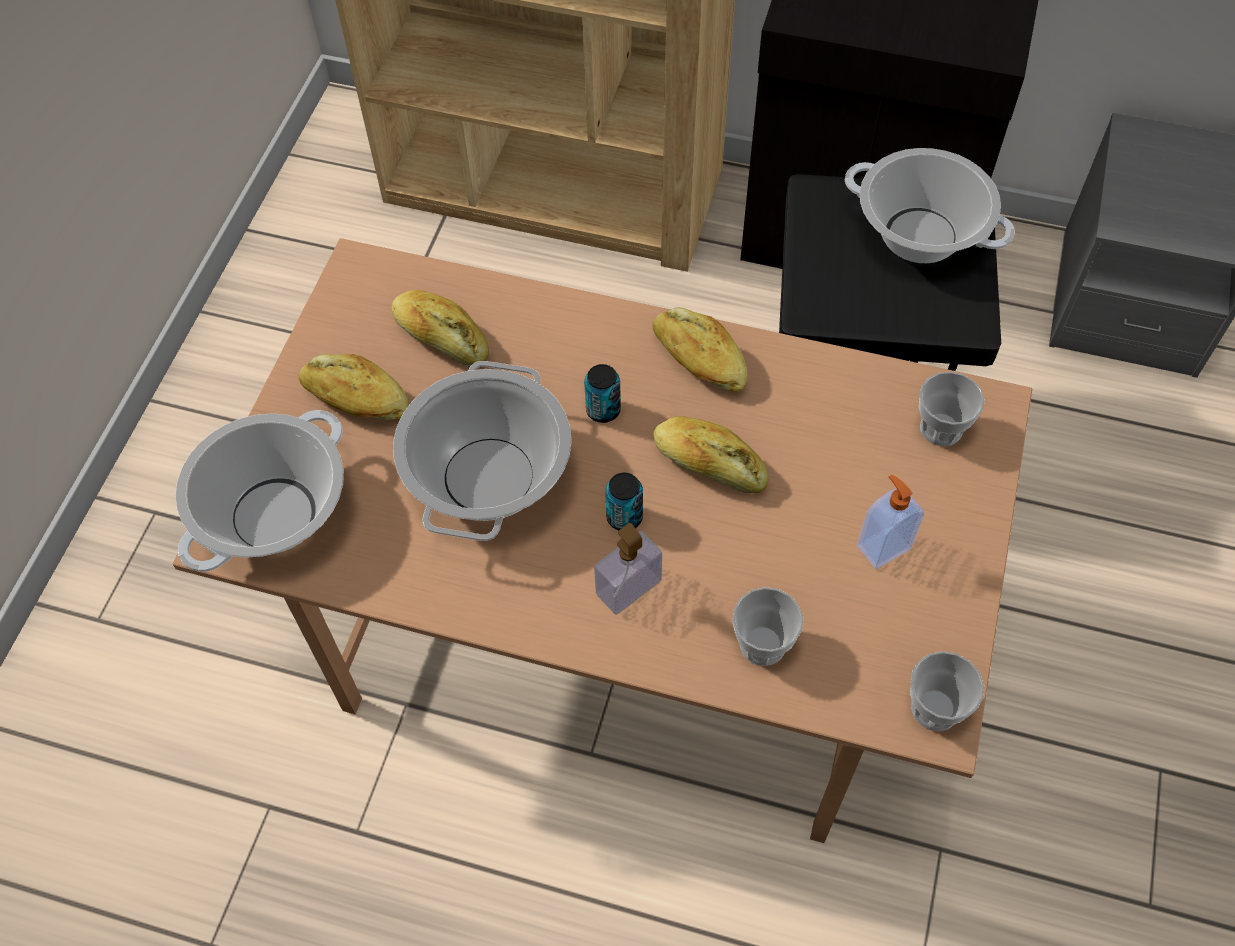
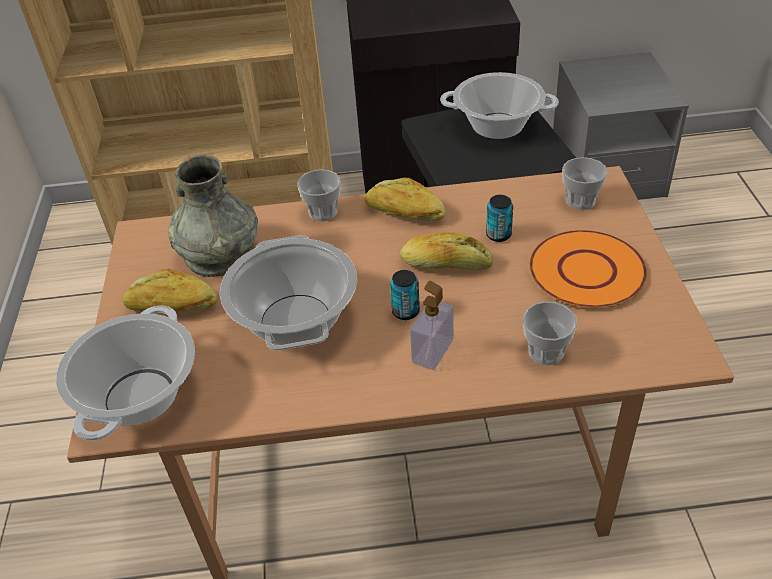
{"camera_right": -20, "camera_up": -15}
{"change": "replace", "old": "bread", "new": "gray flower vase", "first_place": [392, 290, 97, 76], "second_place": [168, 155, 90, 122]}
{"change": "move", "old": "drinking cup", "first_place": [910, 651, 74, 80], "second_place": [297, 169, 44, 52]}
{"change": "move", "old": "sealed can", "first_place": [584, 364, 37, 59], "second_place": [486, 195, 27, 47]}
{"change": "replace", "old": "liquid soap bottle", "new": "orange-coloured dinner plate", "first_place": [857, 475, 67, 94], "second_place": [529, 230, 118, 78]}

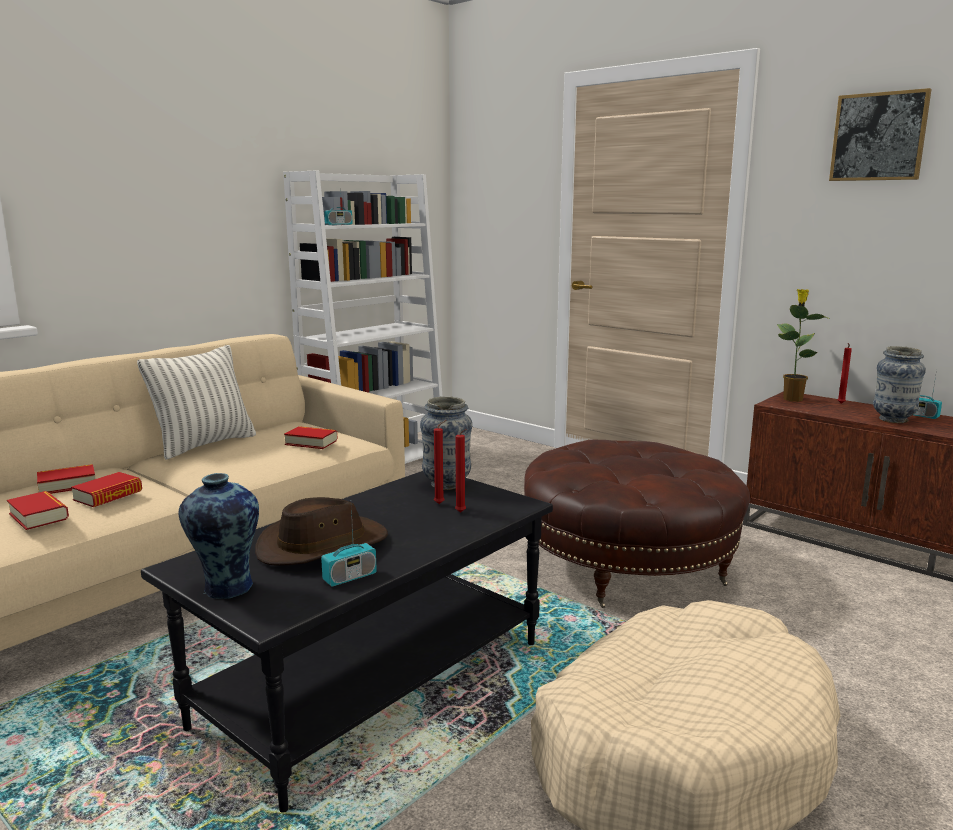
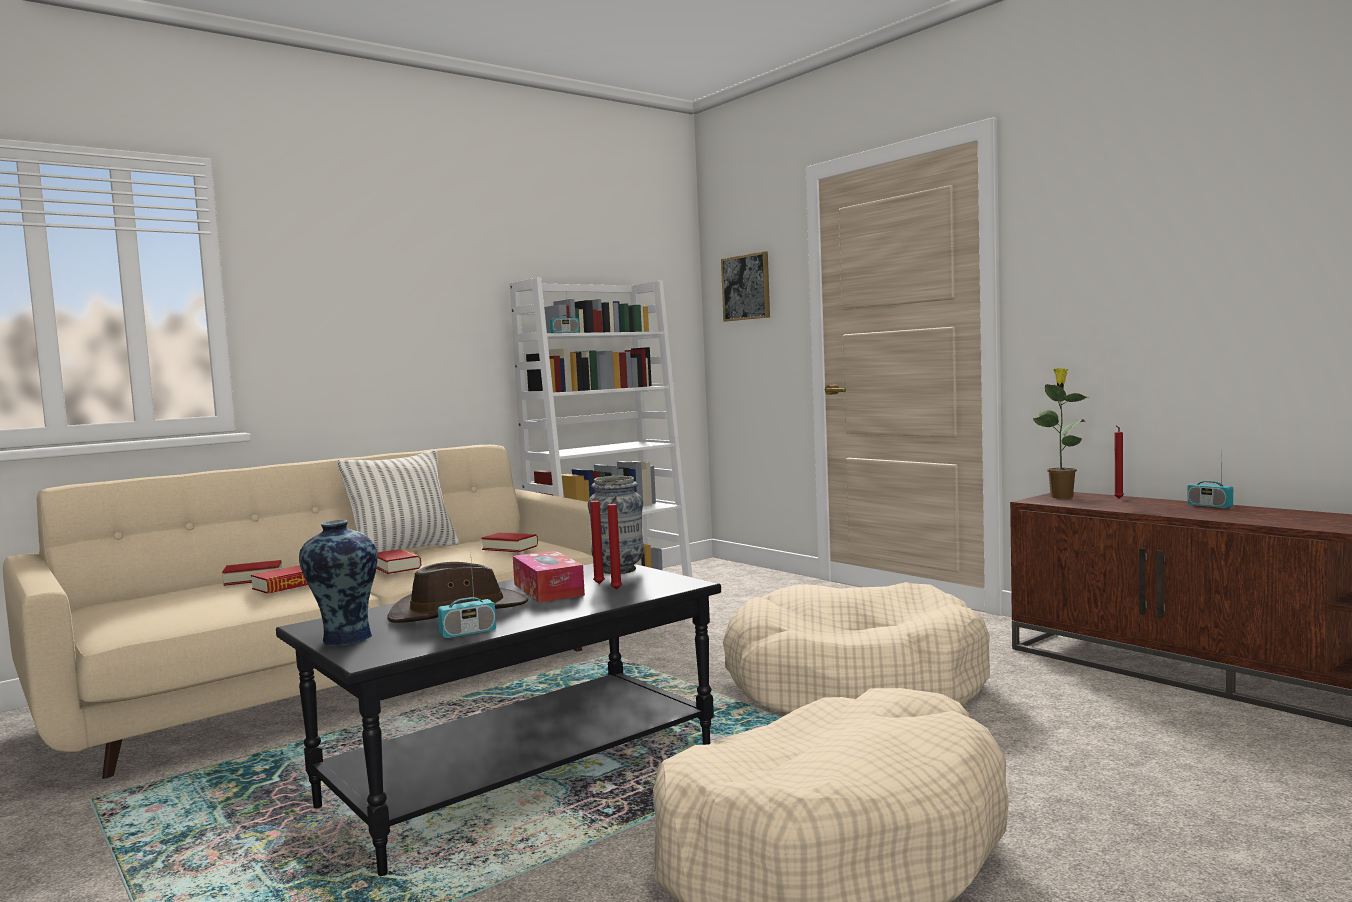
{"camera_right": 10, "camera_up": -10}
{"change": "move", "old": "book", "first_place": [7, 491, 62, 39], "second_place": [376, 549, 46, 25]}
{"change": "insert", "new": "tissue box", "second_place": [513, 550, 72, 53]}
{"change": "move", "old": "wall art", "first_place": [829, 88, 103, 93], "second_place": [721, 251, 49, 71]}
{"change": "replace", "old": "brown-coloured ottoman", "new": "sand-coloured dog bed", "first_place": [524, 440, 226, 168], "second_place": [723, 582, 267, 131]}
{"change": "delete", "old": "flower vase", "first_place": [873, 346, 53, 77]}

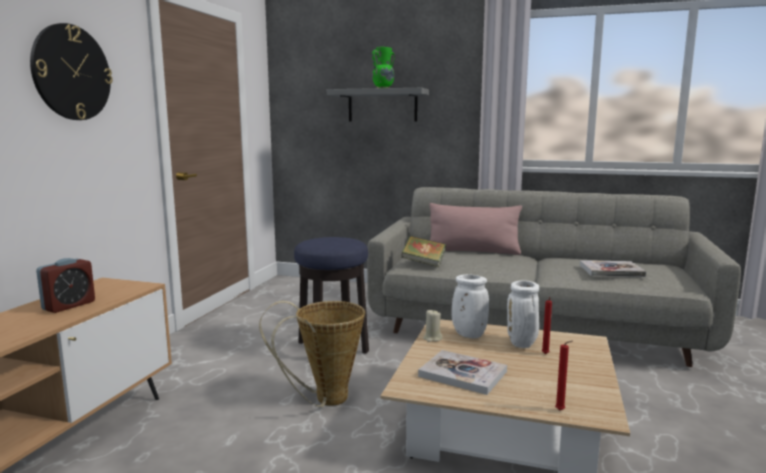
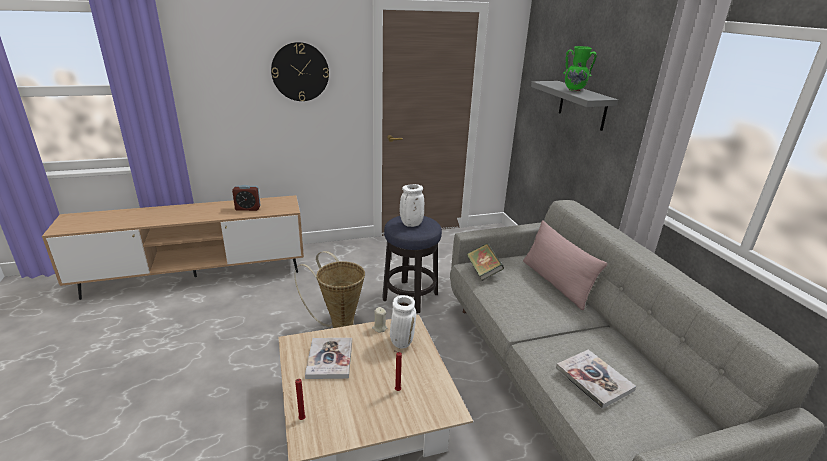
{"camera_right": 55, "camera_up": 15}
{"change": "move", "old": "white flower vase", "first_place": [507, 280, 32, 68], "second_place": [400, 184, 24, 43]}

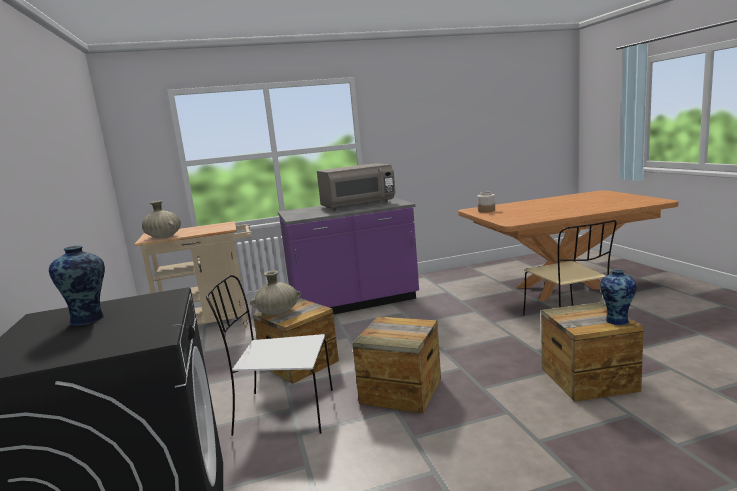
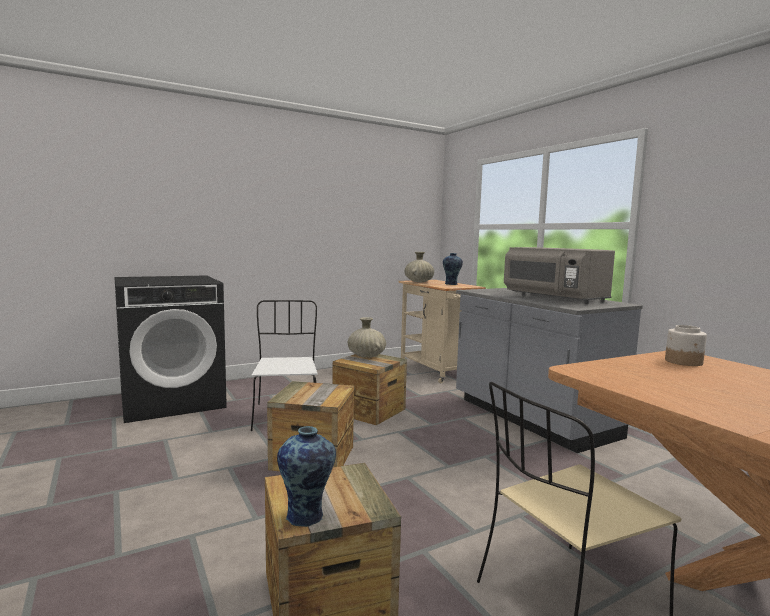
{"camera_right": 75, "camera_up": -5}
{"change": "move", "old": "flower vase", "first_place": [49, 245, 56, 81], "second_place": [443, 253, 20, 32]}
{"change": "recolor", "old": "purple kitchen counter", "new": "gray kitchen counter", "first_place": [278, 197, 141, 118], "second_place": [456, 288, 187, 165]}

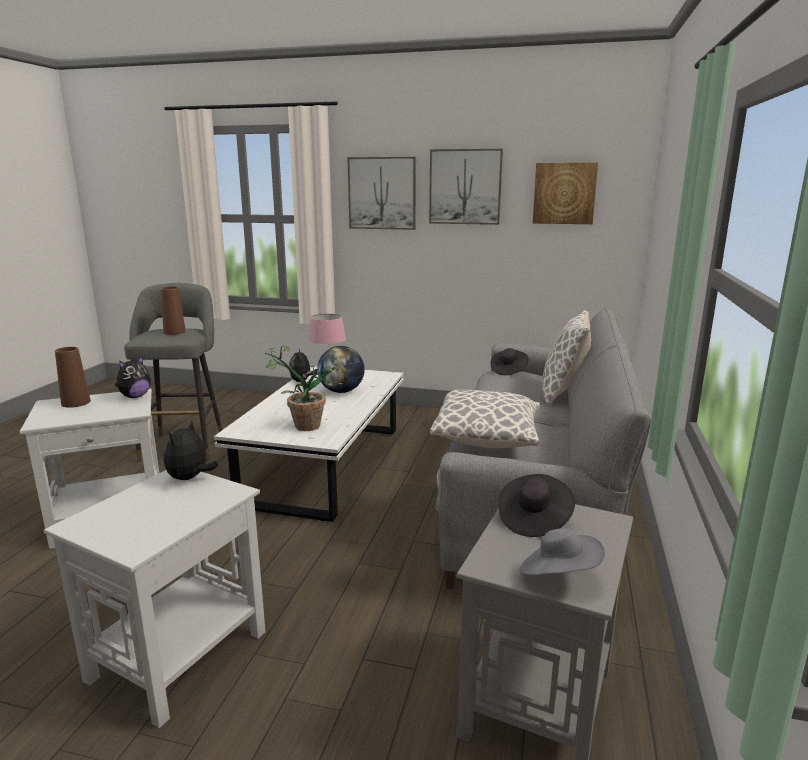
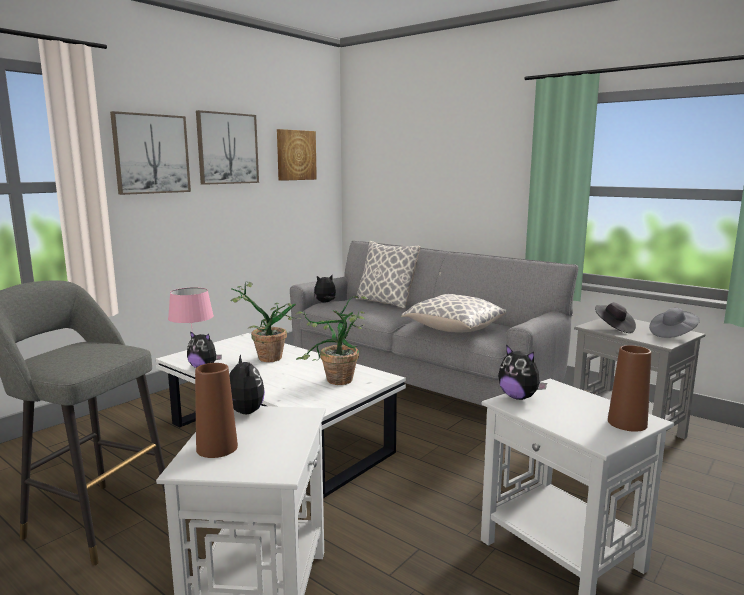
{"camera_right": -65, "camera_up": -5}
{"change": "replace", "old": "world globe", "new": "plant in a pot", "first_place": [317, 346, 48, 47], "second_place": [231, 282, 70, 80]}
{"change": "replace", "old": "blackish wearable hat", "new": "plush toy", "first_place": [491, 348, 38, 27], "second_place": [314, 275, 22, 27]}
{"change": "move", "old": "brown-coloured flower vase", "first_place": [161, 287, 25, 48], "second_place": [608, 345, 43, 87]}

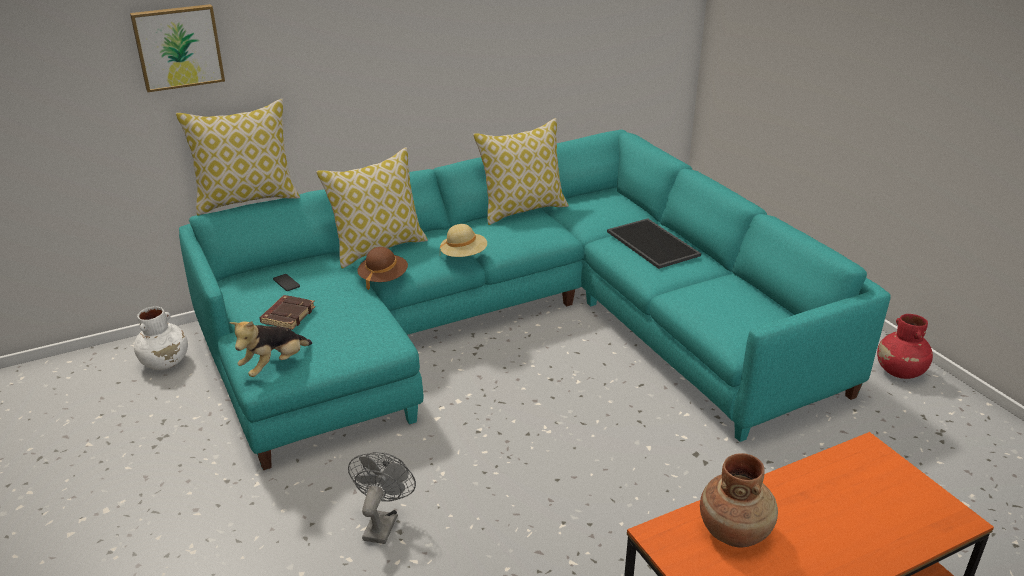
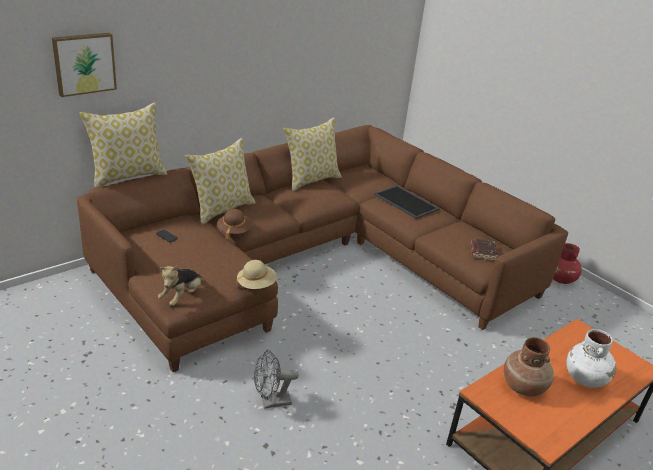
{"camera_right": -15, "camera_up": 0}
{"change": "recolor", "old": "blue-green settee", "new": "brown-coloured settee", "first_place": [179, 130, 712, 340], "second_place": [77, 125, 491, 247]}
{"change": "move", "old": "sand-coloured wearable hat", "first_place": [440, 224, 47, 33], "second_place": [237, 260, 40, 29]}
{"change": "rotate", "old": "gray fan", "first_place": [348, 452, 68, 92], "second_place": [254, 350, 45, 59], "degrees": -105}
{"change": "move", "old": "brown-coloured book", "first_place": [260, 295, 55, 35], "second_place": [471, 239, 27, 21]}
{"change": "move", "old": "white flower vase", "first_place": [134, 306, 54, 64], "second_place": [567, 329, 49, 59]}

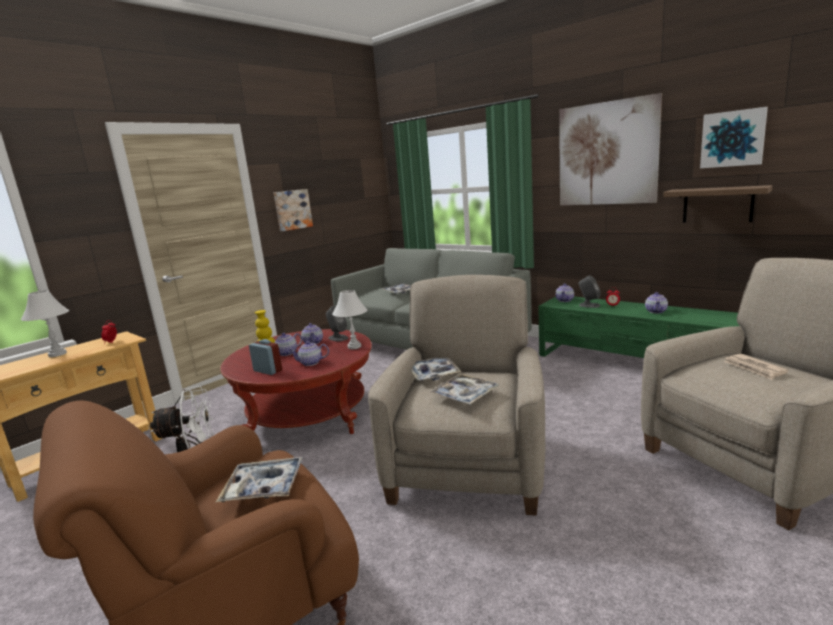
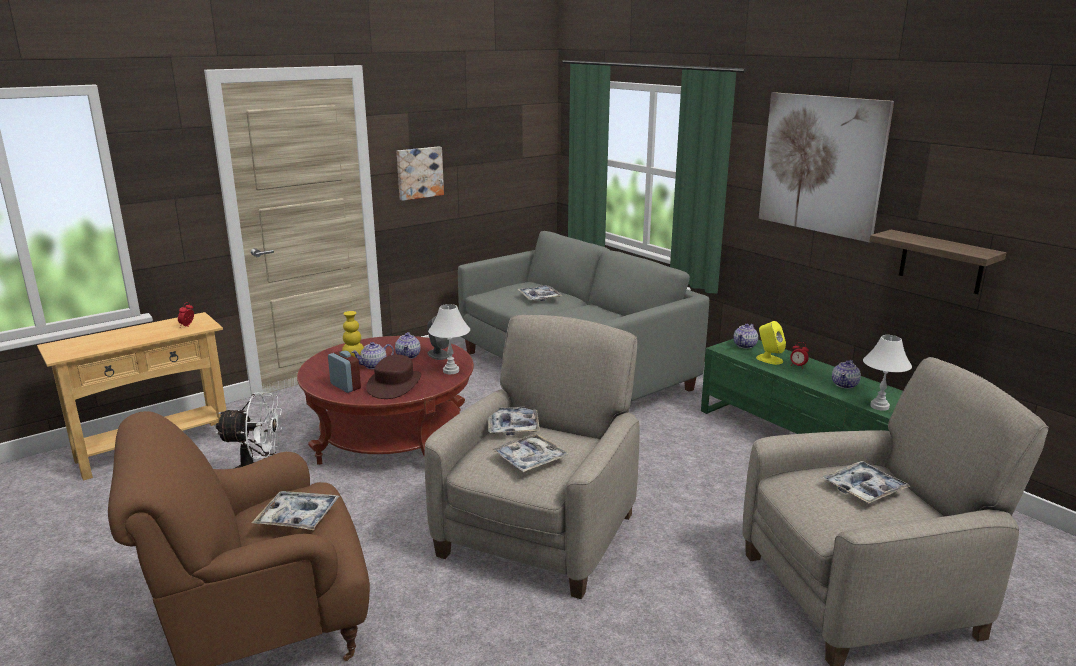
{"camera_right": 10, "camera_up": 5}
{"change": "replace", "old": "tea pot", "new": "brown-coloured wearable hat", "first_place": [288, 341, 41, 25], "second_place": [366, 355, 55, 44]}
{"change": "recolor", "old": "gray speaker", "new": "yellow speaker", "first_place": [578, 275, 22, 33], "second_place": [756, 321, 30, 44]}
{"change": "replace", "old": "printed paper", "new": "tray", "first_place": [724, 354, 65, 26], "second_place": [822, 461, 89, 42]}
{"change": "move", "old": "white lamp for a table", "first_place": [21, 290, 48, 67], "second_place": [863, 335, 49, 76]}
{"change": "delete", "old": "wall art", "first_place": [700, 107, 68, 61]}

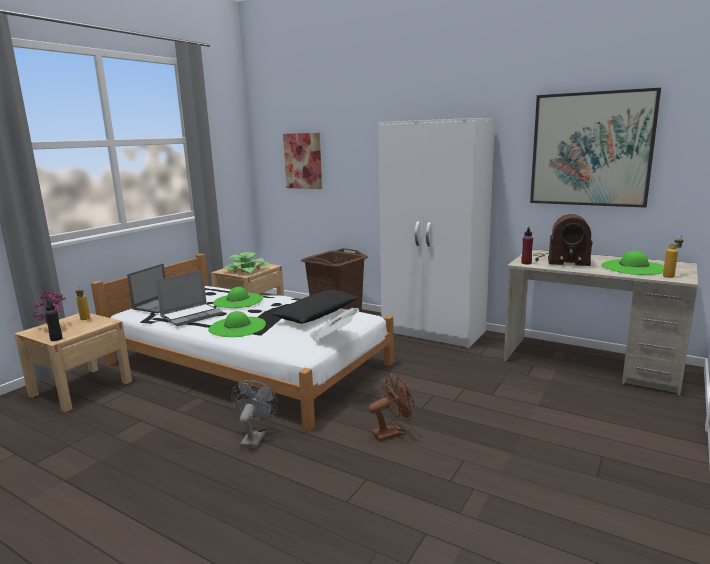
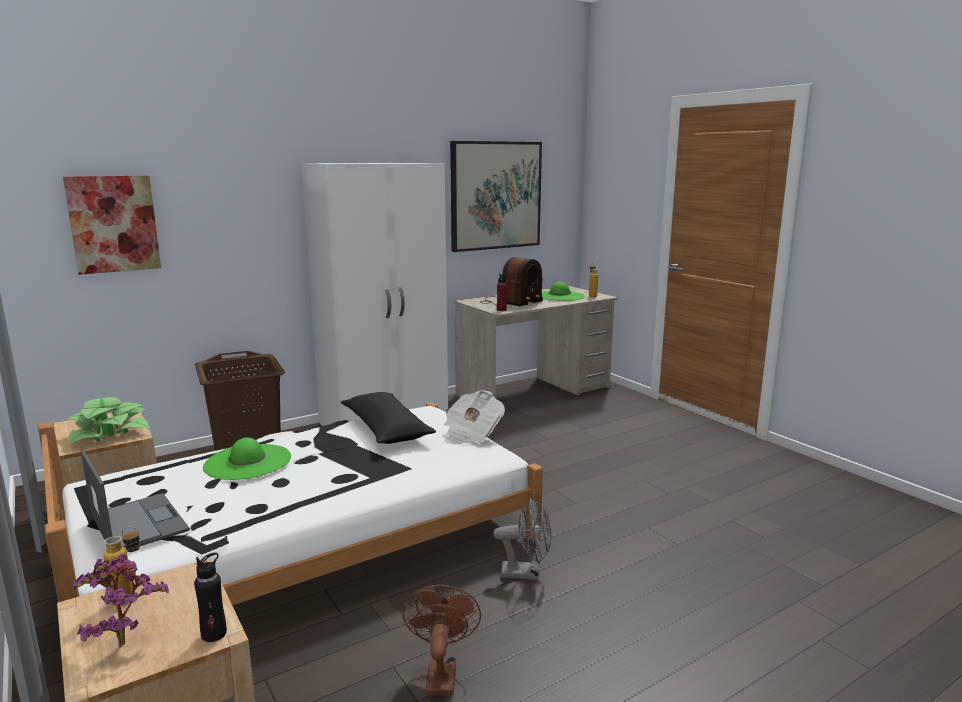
{"camera_right": -65, "camera_up": 0}
{"change": "move", "old": "brown-coloured fan", "first_place": [368, 374, 46, 67], "second_place": [402, 585, 79, 111]}
{"change": "rotate", "old": "gray fan", "first_place": [231, 380, 47, 68], "second_place": [493, 497, 59, 83], "degrees": 150}
{"change": "delete", "old": "laptop", "first_place": [156, 270, 67, 56]}
{"change": "delete", "old": "green-coloured wearable hat", "first_place": [208, 311, 58, 26]}

